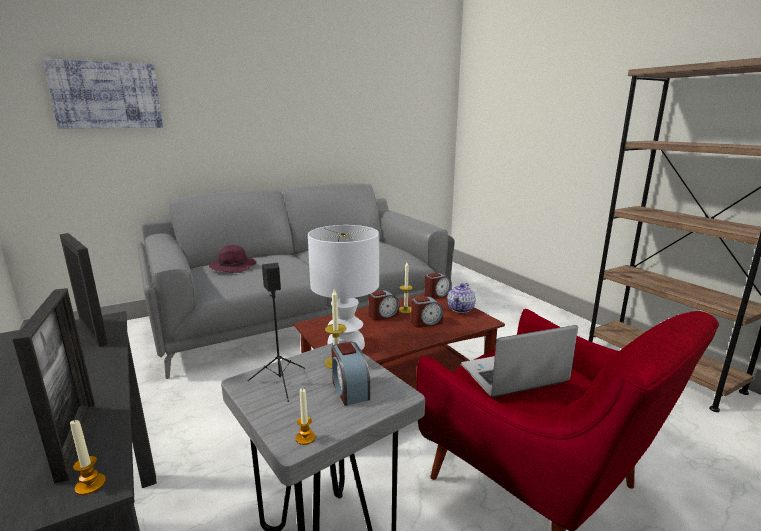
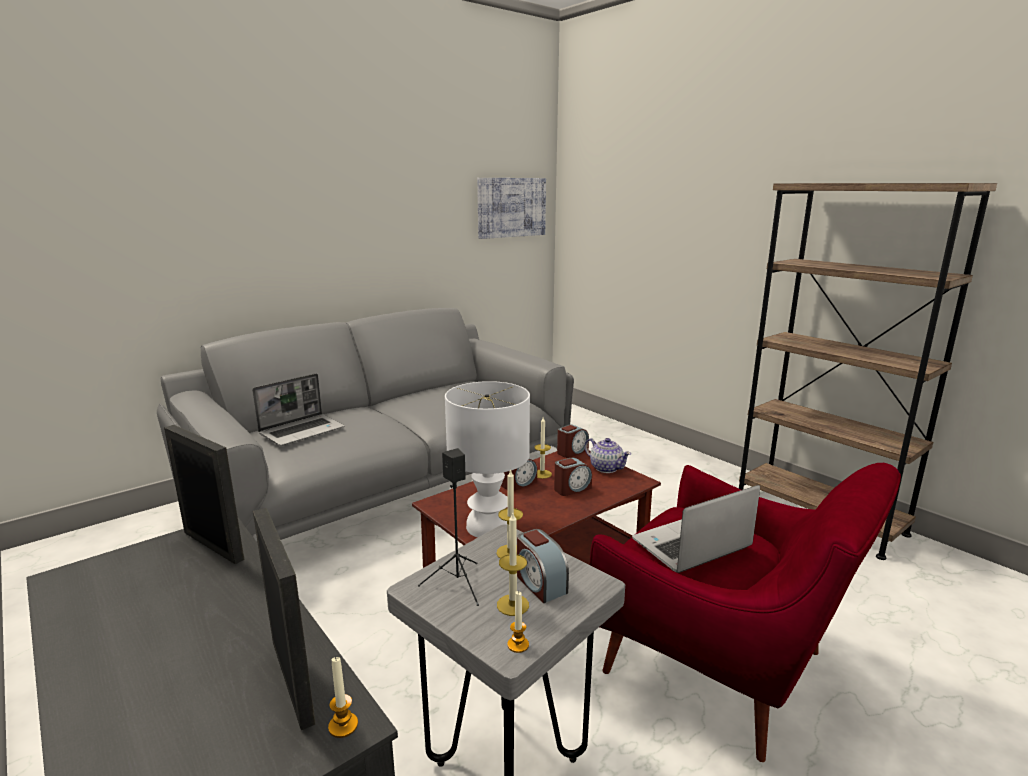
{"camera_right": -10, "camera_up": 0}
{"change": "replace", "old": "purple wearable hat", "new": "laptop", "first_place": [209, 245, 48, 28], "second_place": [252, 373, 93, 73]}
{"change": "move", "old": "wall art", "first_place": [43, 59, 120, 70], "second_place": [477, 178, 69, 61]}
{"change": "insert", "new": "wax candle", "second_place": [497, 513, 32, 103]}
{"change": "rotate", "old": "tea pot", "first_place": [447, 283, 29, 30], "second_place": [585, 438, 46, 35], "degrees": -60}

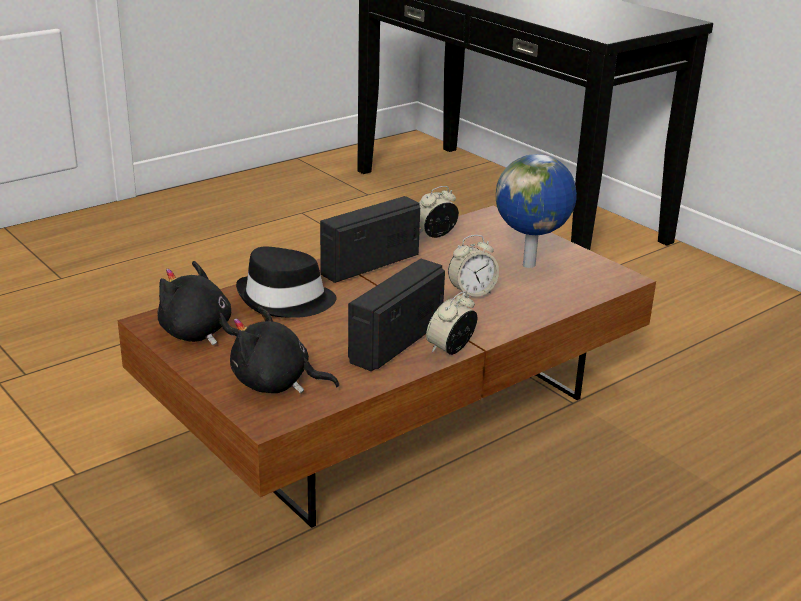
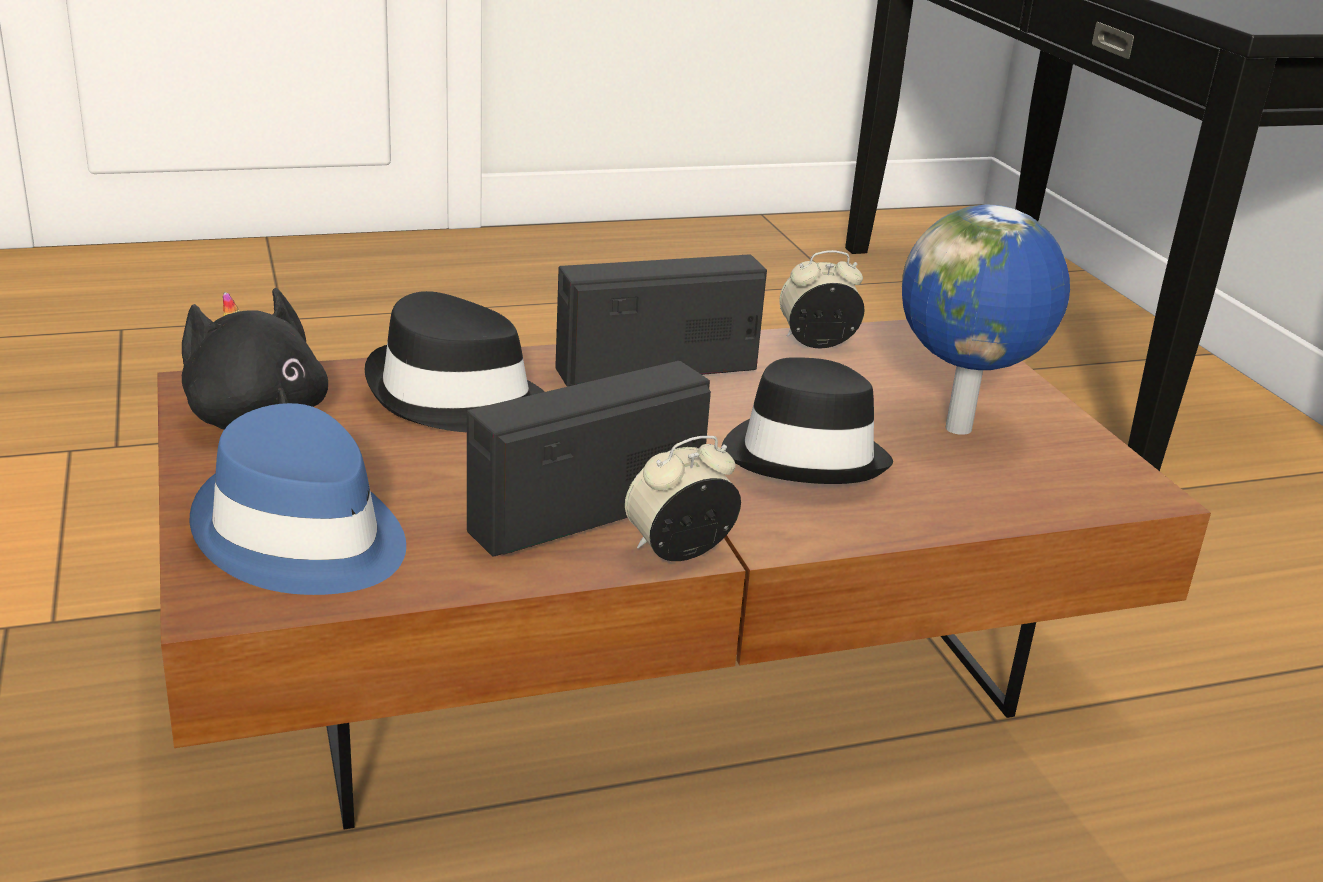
{"camera_right": 20, "camera_up": 0}
{"change": "replace", "old": "blackish plush toy", "new": "bluish wearable hat", "first_place": [230, 306, 109, 87], "second_place": [190, 403, 216, 192]}
{"change": "replace", "old": "table clock", "new": "blackish wearable hat", "first_place": [448, 235, 51, 62], "second_place": [721, 357, 172, 127]}

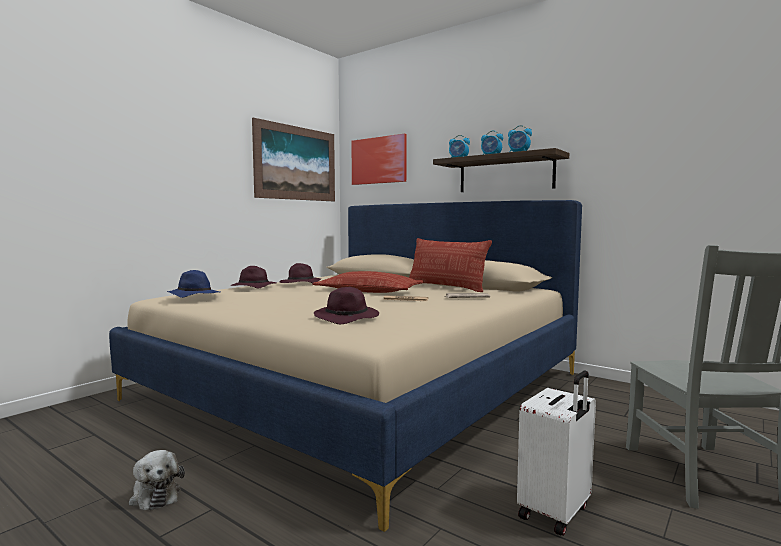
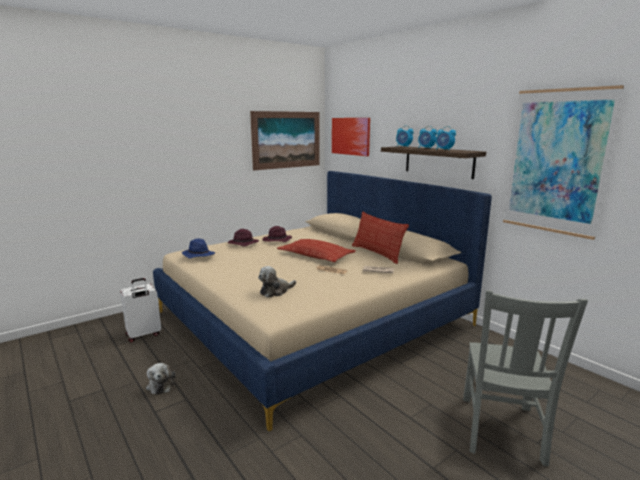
{"camera_right": 15, "camera_up": 10}
{"change": "move", "old": "white piece of luggage", "first_place": [517, 371, 79, 165], "second_place": [120, 278, 41, 65]}
{"change": "replace", "old": "purple wearable hat", "new": "plush toy", "first_place": [314, 287, 65, 37], "second_place": [258, 266, 38, 32]}
{"change": "insert", "new": "wall art", "second_place": [503, 85, 121, 155]}

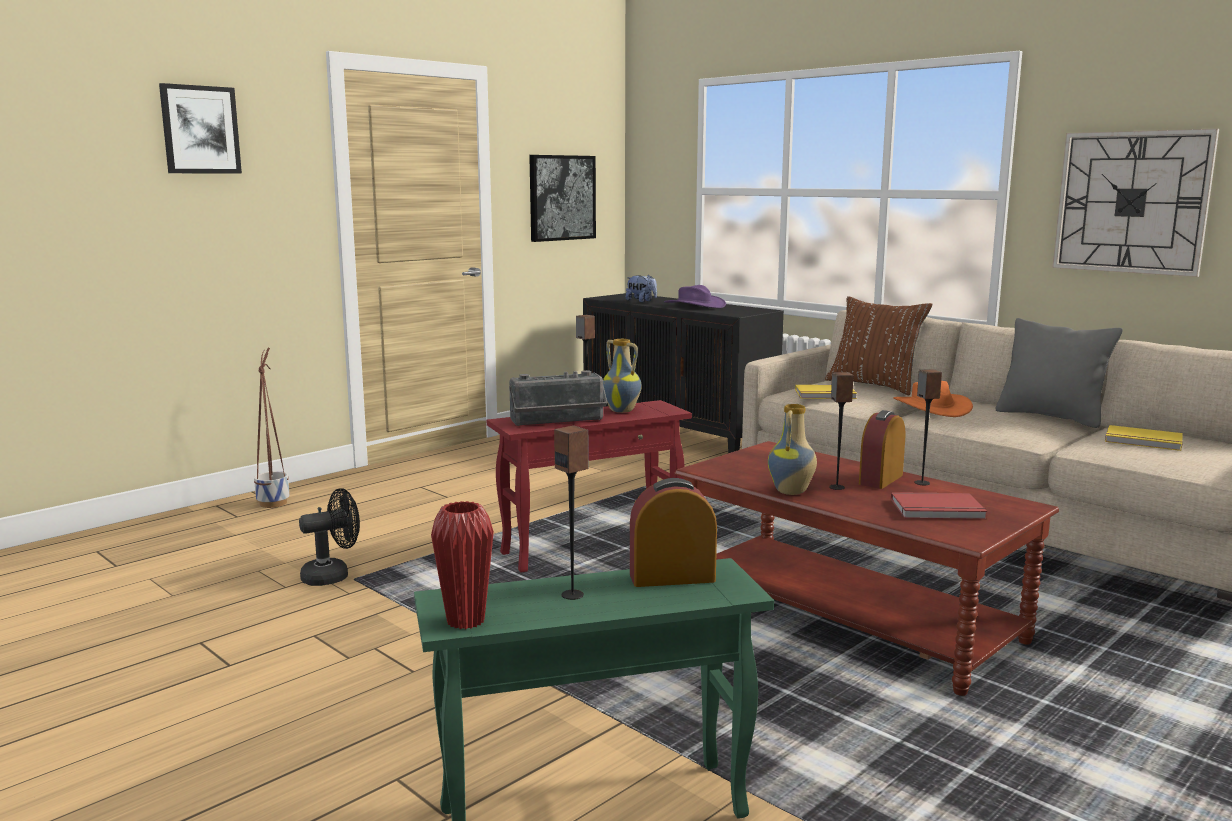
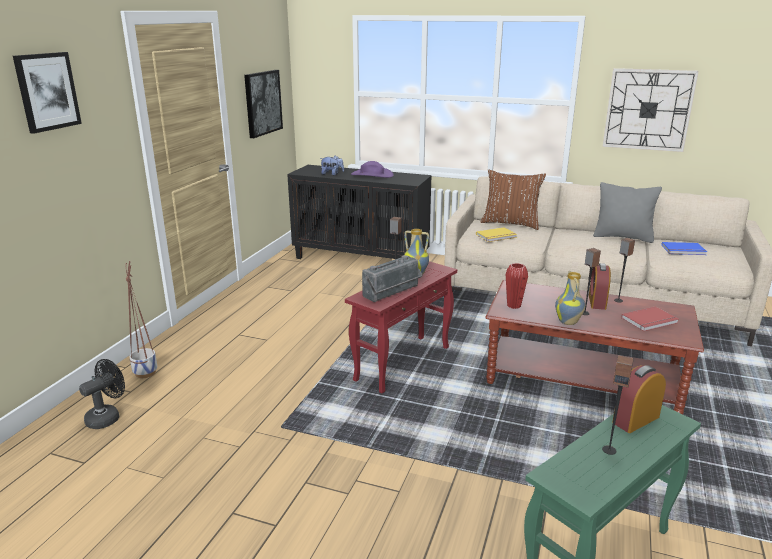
{"camera_right": -25, "camera_up": 10}
{"change": "move", "old": "blackish fan", "first_place": [299, 488, 61, 98], "second_place": [79, 359, 46, 70]}
{"change": "move", "old": "reddish flower vase", "first_place": [431, 501, 63, 128], "second_place": [506, 263, 22, 46]}
{"change": "recolor", "old": "yellow book", "new": "bluish book", "first_place": [1105, 425, 78, 26], "second_place": [661, 242, 46, 13]}
{"change": "delete", "old": "orange-coloured wearable hat", "first_place": [893, 381, 80, 36]}

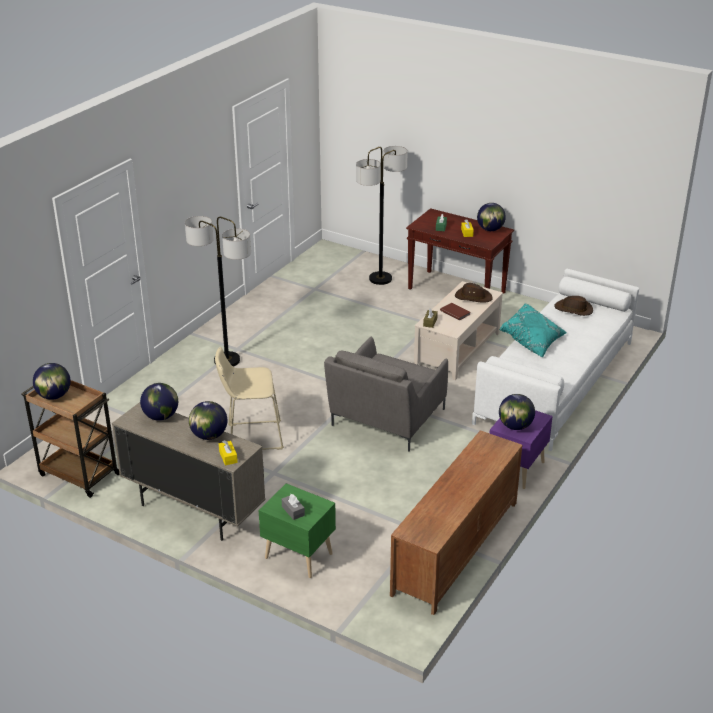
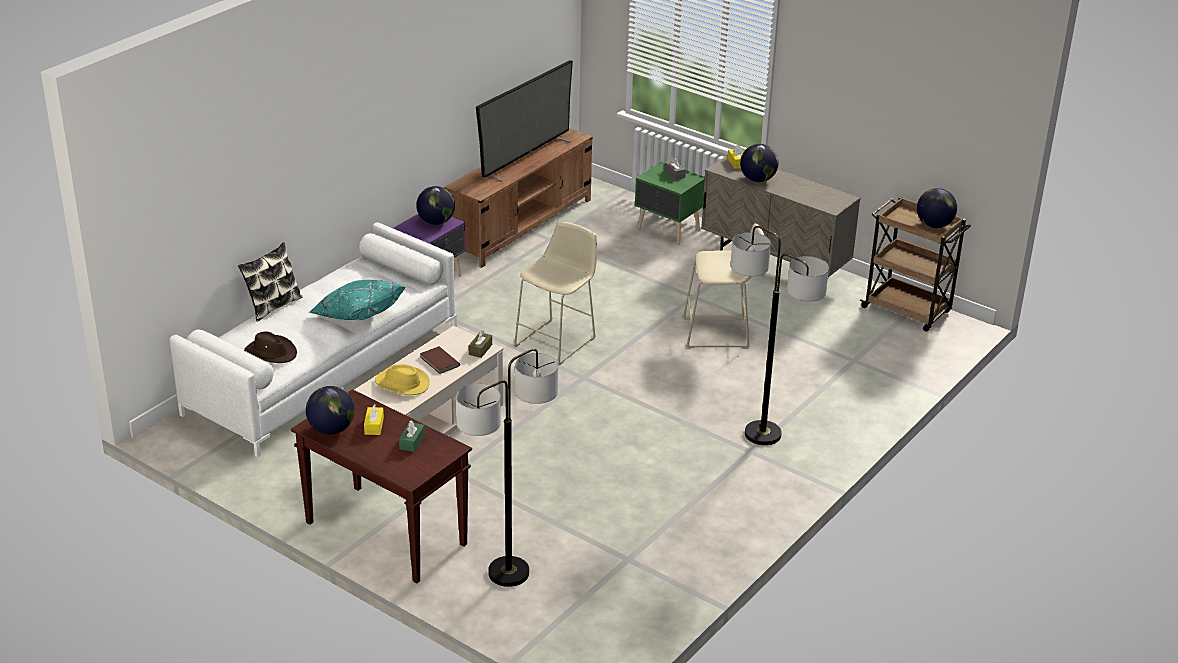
{"camera_right": -175, "camera_up": 0}
{"change": "insert", "new": "pillow", "second_place": [238, 242, 64, 80]}
{"change": "recolor", "old": "brown-coloured wearable hat", "new": "yellow wearable hat", "first_place": [455, 283, 38, 20], "second_place": [375, 364, 55, 31]}
{"change": "insert", "new": "TV set", "second_place": [476, 60, 97, 122]}
{"change": "replace", "old": "gray armchair", "new": "sand-coloured sitting stool", "first_place": [324, 337, 124, 115], "second_place": [514, 221, 83, 145]}
{"change": "delete", "old": "world globe", "first_place": [140, 383, 38, 38]}

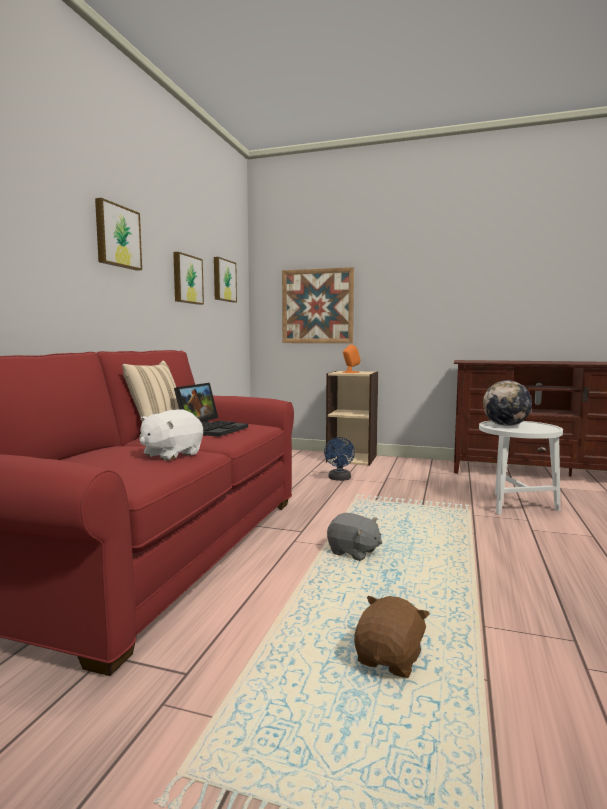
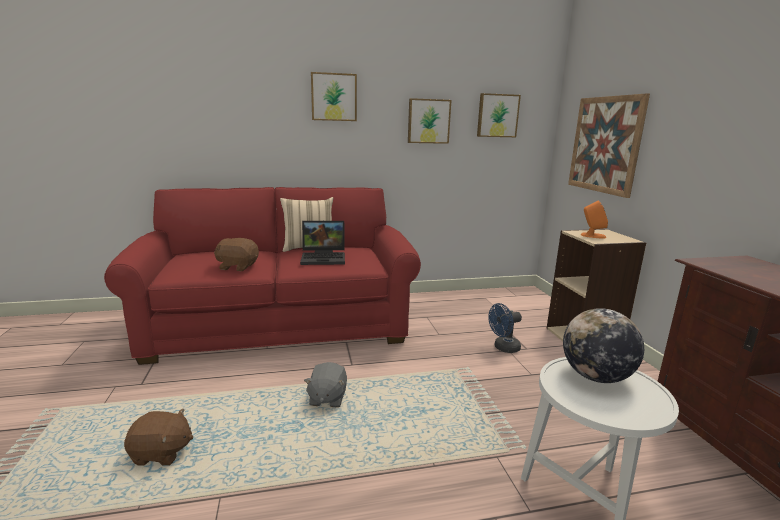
{"camera_right": 60, "camera_up": 10}
{"change": "recolor", "old": "white plush toy", "new": "brown-coloured plush toy", "first_place": [139, 409, 64, 52], "second_place": [214, 238, 45, 33]}

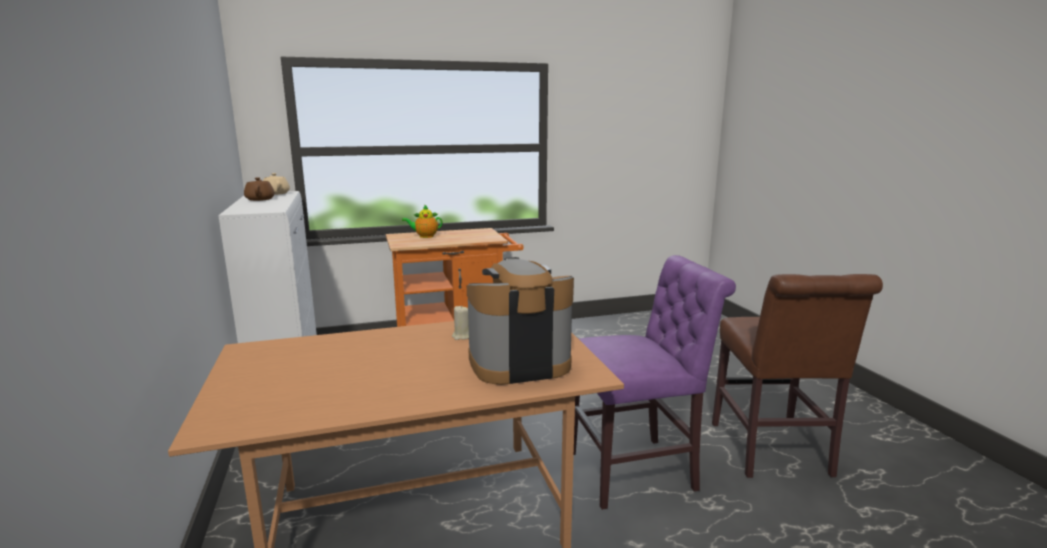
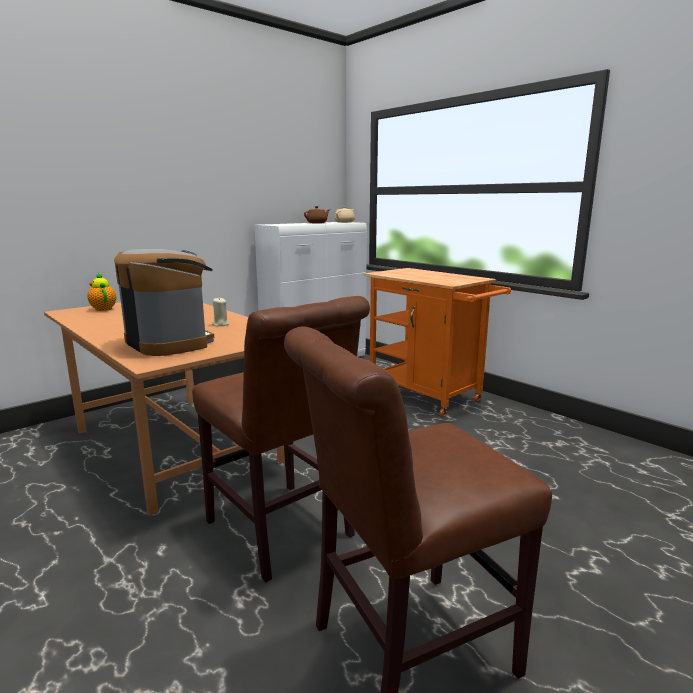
{"camera_right": 65, "camera_up": 0}
{"change": "move", "old": "tea pot", "first_place": [402, 204, 41, 34], "second_place": [88, 272, 28, 39]}
{"change": "recolor", "old": "purple chair", "new": "brown-coloured chair", "first_place": [574, 255, 162, 255], "second_place": [192, 296, 178, 287]}

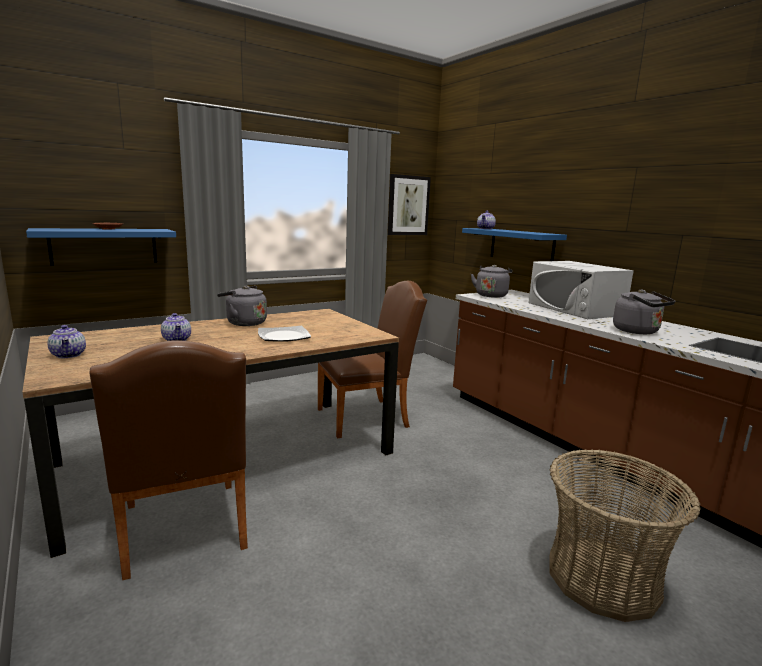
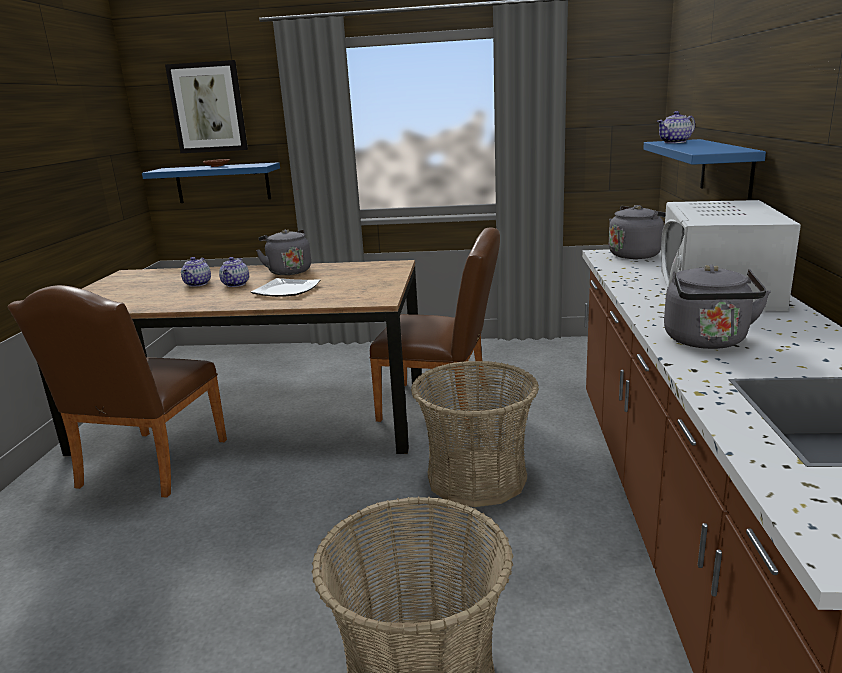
{"camera_right": 40, "camera_up": 5}
{"change": "move", "old": "wall art", "first_place": [388, 174, 43, 61], "second_place": [165, 60, 83, 93]}
{"change": "move", "old": "tea pot", "first_place": [48, 325, 38, 33], "second_place": [219, 257, 30, 30]}
{"change": "insert", "new": "basket", "second_place": [411, 361, 128, 146]}

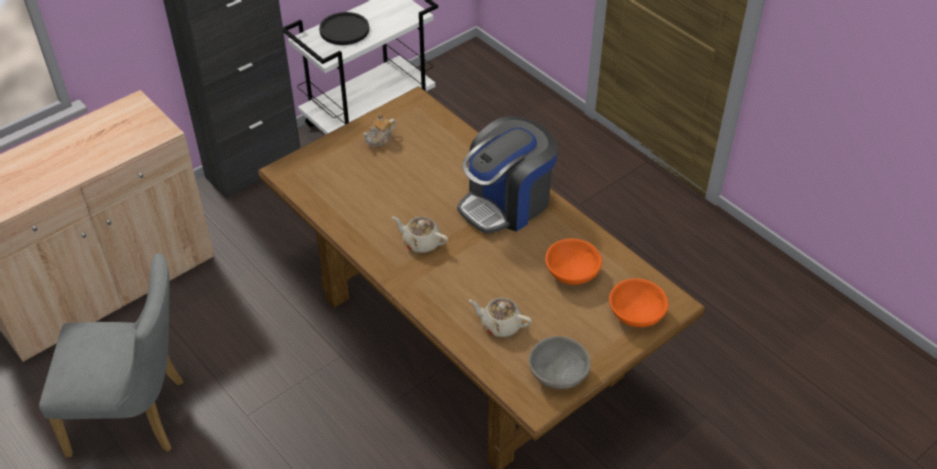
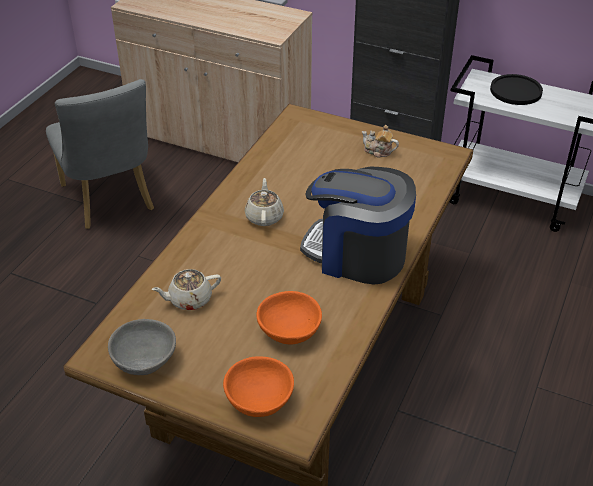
{"camera_right": 65, "camera_up": -5}
{"change": "rotate", "old": "sand-coloured tea pot", "first_place": [469, 298, 63, 39], "second_place": [151, 269, 70, 41], "degrees": -105}

